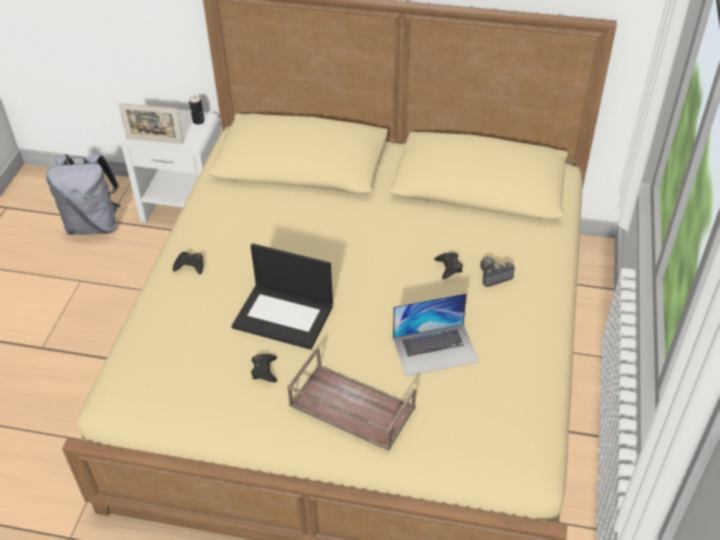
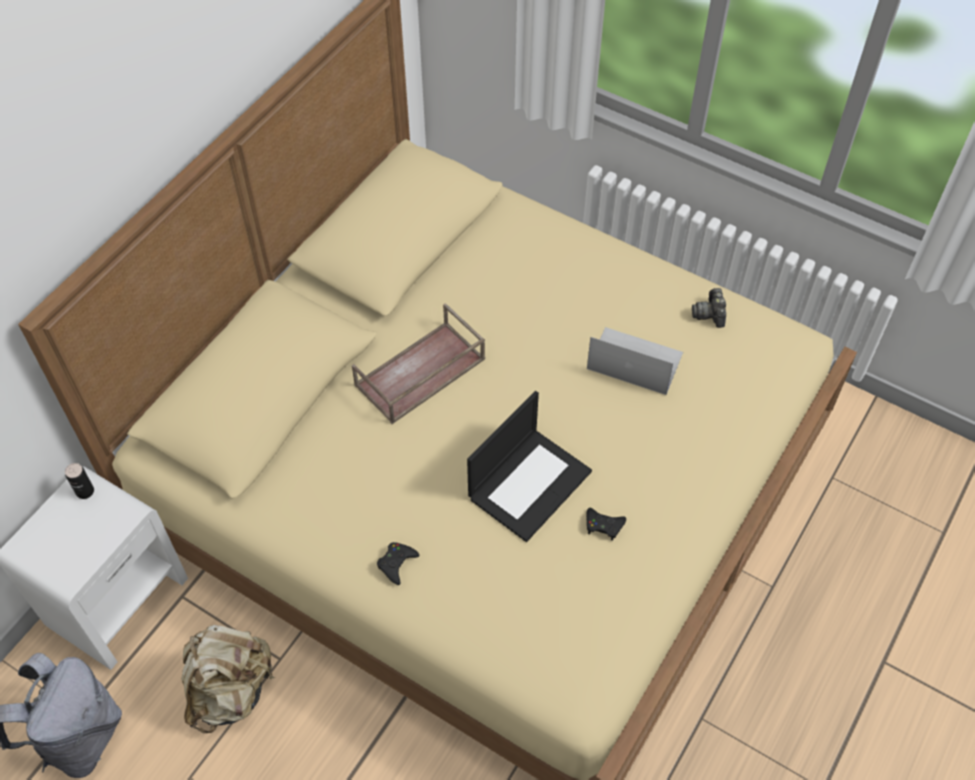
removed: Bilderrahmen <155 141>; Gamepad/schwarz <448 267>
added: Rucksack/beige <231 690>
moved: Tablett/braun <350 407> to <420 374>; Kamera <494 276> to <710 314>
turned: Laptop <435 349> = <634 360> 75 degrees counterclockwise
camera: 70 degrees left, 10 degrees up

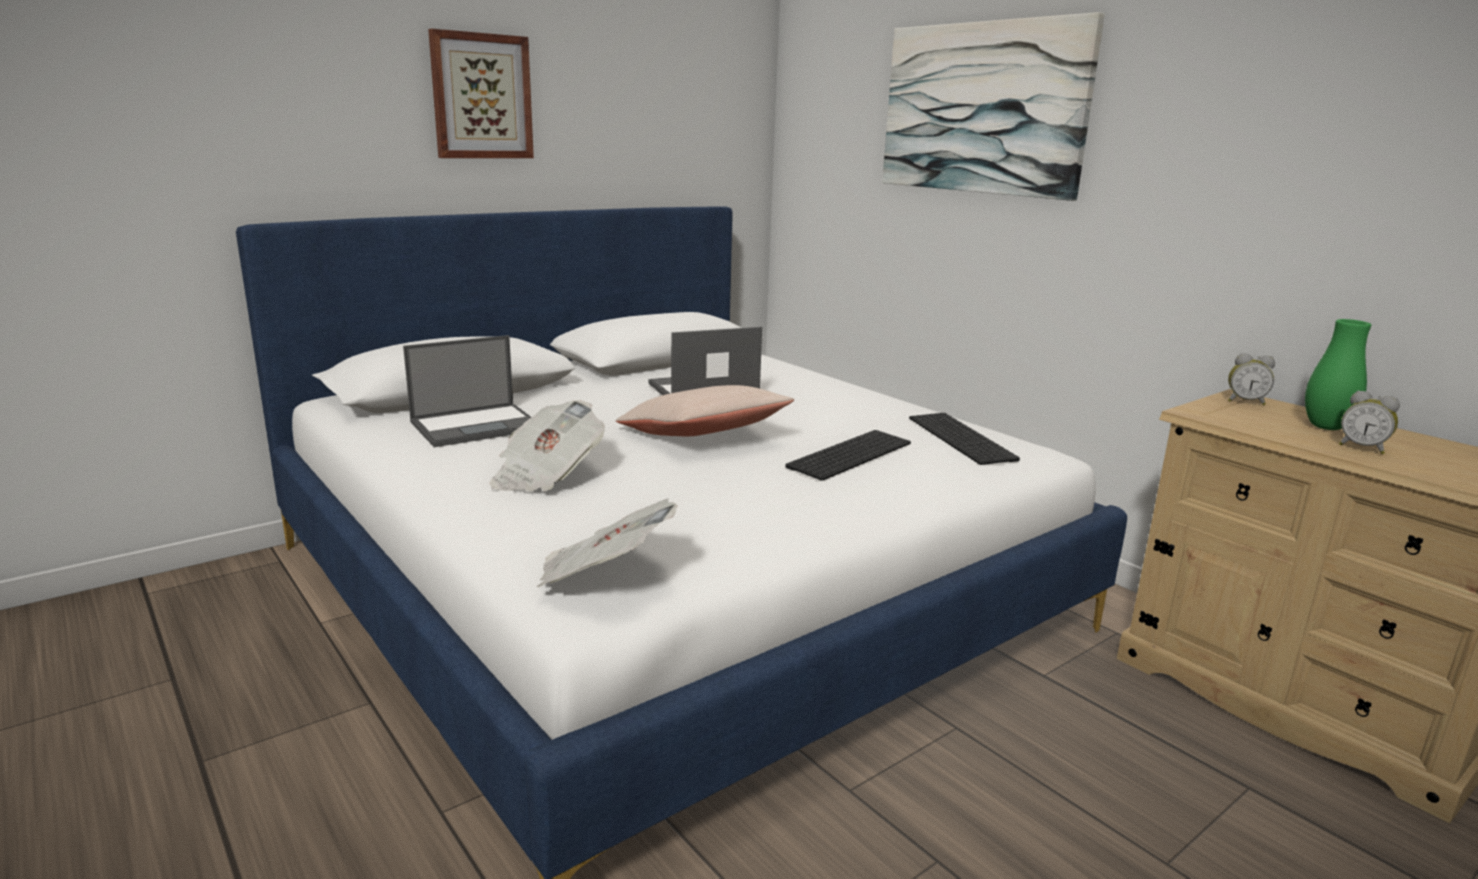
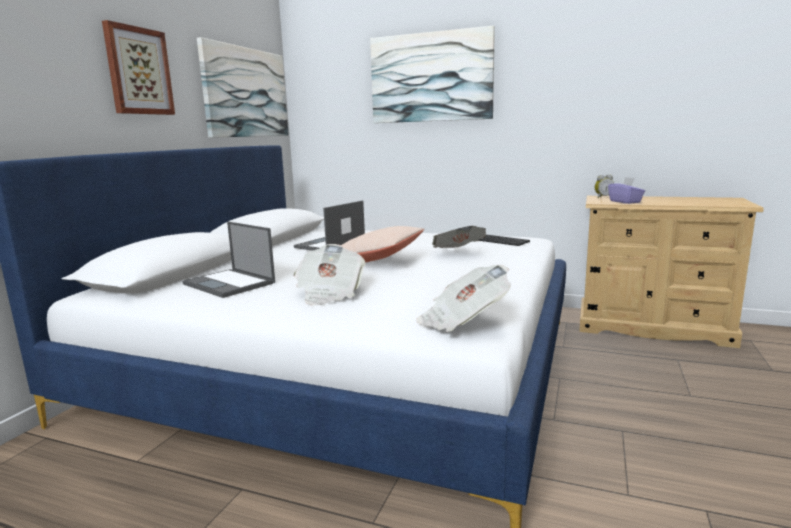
removed: Vase/grün <1326 427>; Wecker <1362 448>
added: Bild <246 93>; Taschentuchbox/lila <625 202>
replaced: Tastatur <849 453> to Zeitung <458 253>
turned: Laptop <477 425> = <230 283> 105 degrees clockwise
camera: 30 degrees left, 5 degrees down

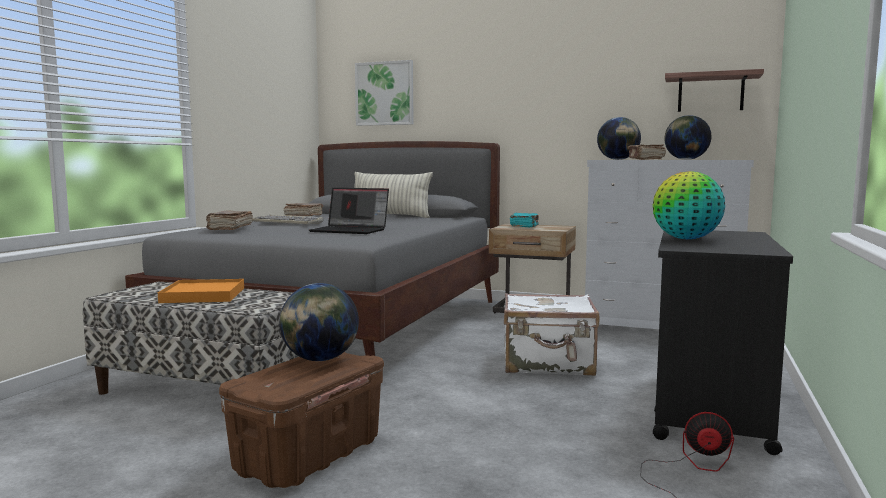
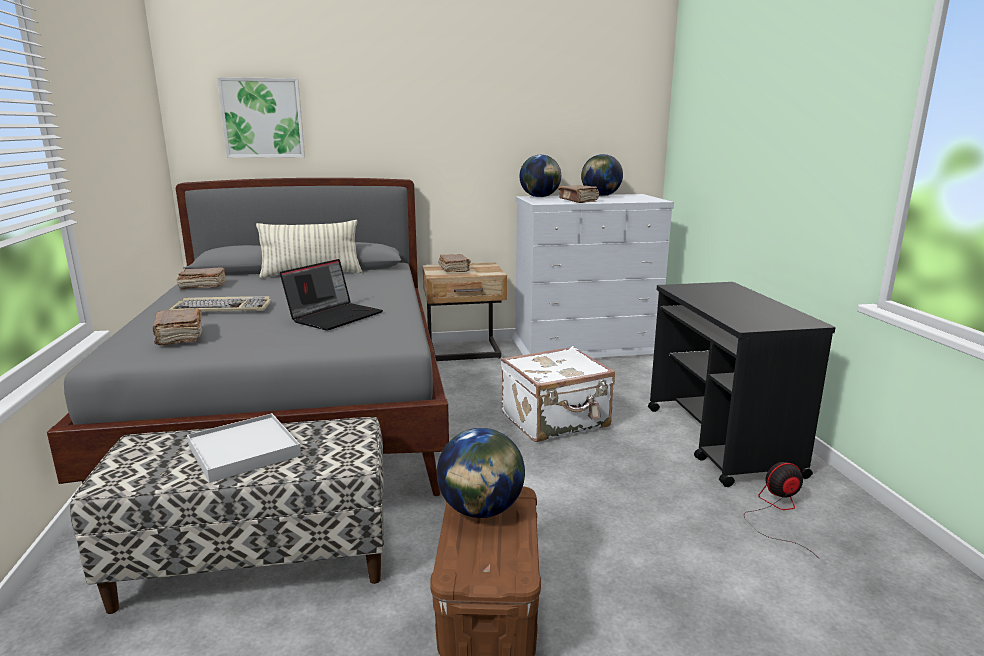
removed: Globus <686 239>; Wandregal <710 93>
recoloured: Tablett/orange <203 295> to Tablett/weiß <244 451>; Buch/türkis <524 227> to Buch/braun <454 270>
turned: Laptop <351 231> = <335 316> 45 degrees counterclockwise
camera: 30 degrees left, 10 degrees up

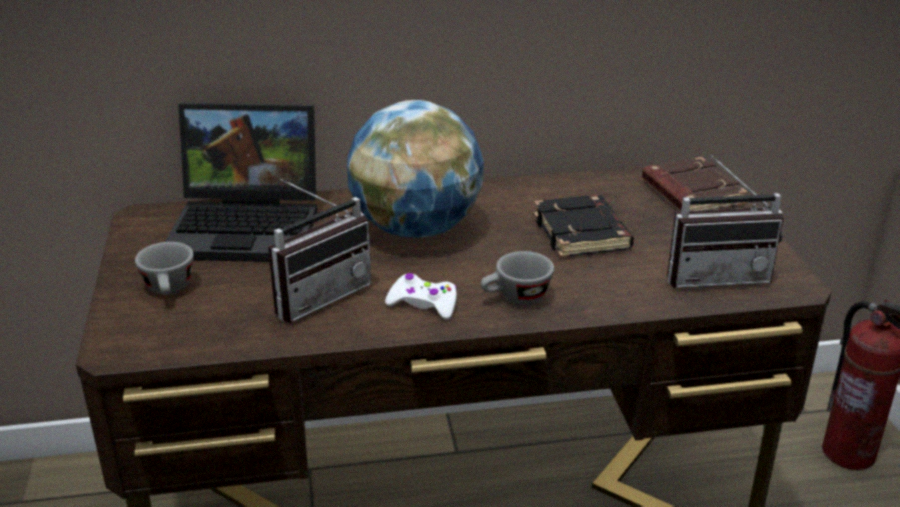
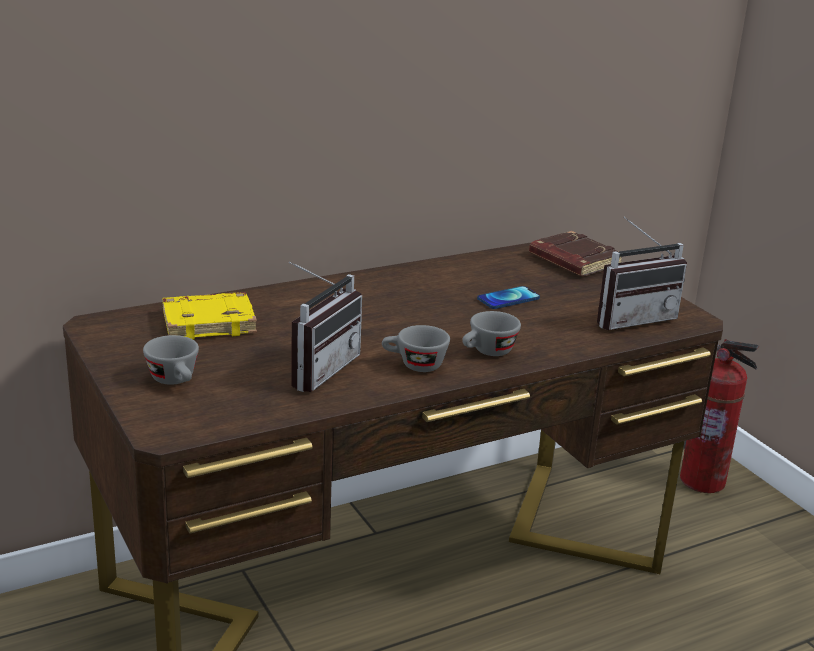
removed: Globus <416 229>
replaced: Laptop <250 226> to Buch/gelb <209 322>; Gamepad/weiß <423 304> to Tasse/grau <414 365>; Buch/schwarz <583 233> to Handy <508 299>
camera: 20 degrees left, 5 degrees down

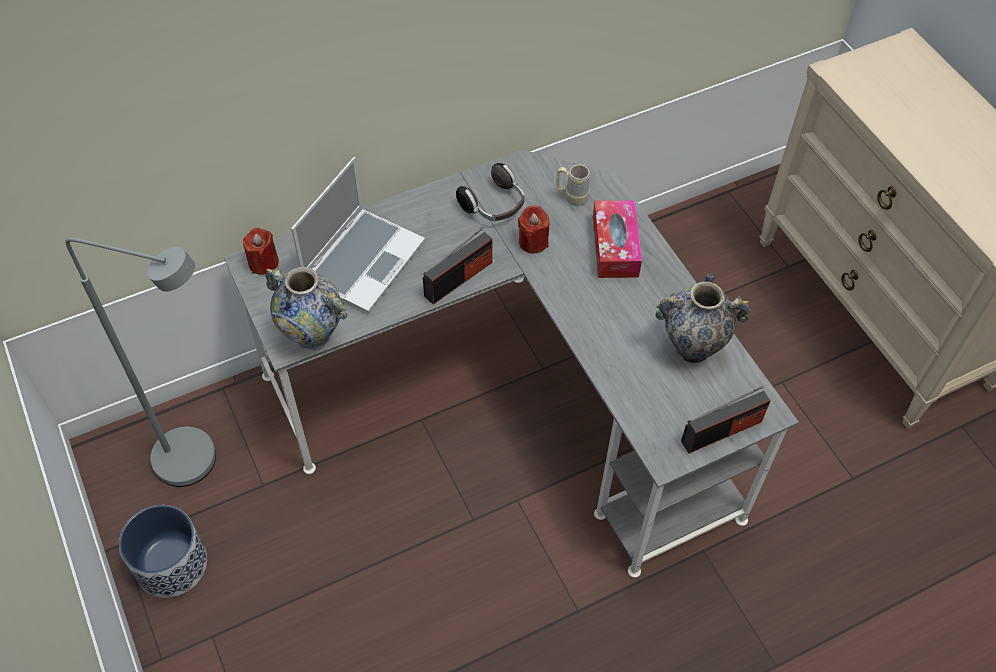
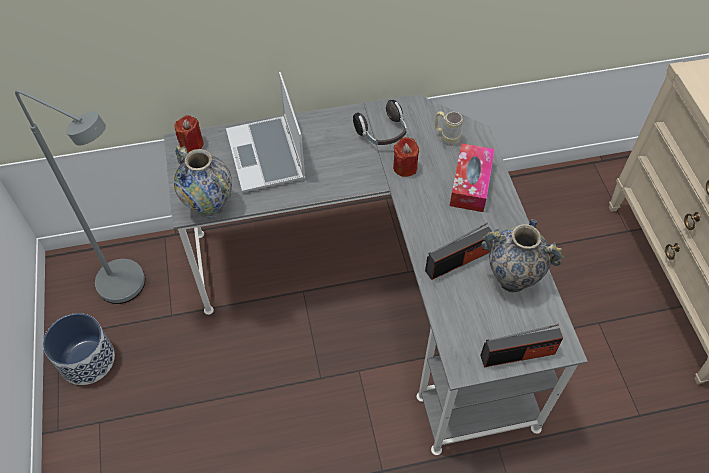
moved: Radio <458 279> to <457 261>
turned: Laptop <363 260> = <267 156> 120 degrees clockwise
camera: 15 degrees right, 0 degrees up

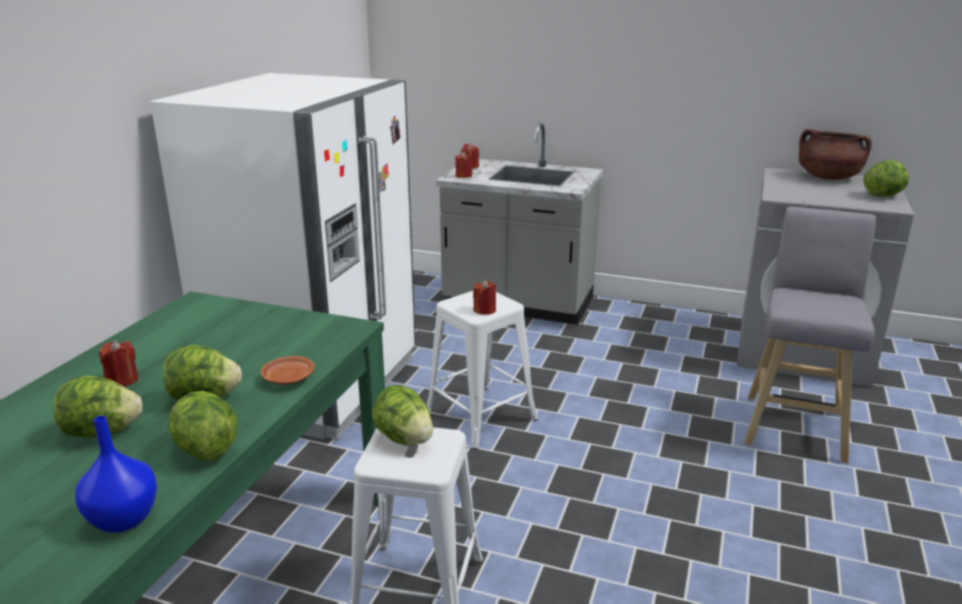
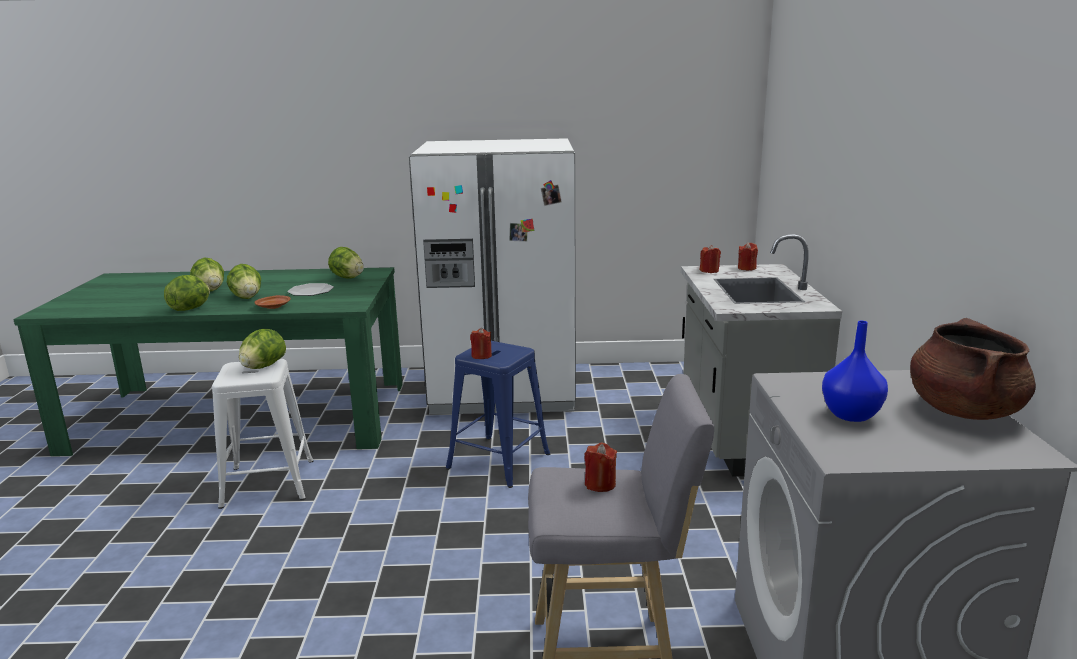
added: Teller <311 291>
moved: Vase/blau <124 518> to <852 414>; Kerze/rot <122 380> to <600 484>; Salatkopf <884 195> to <347 278>
recoloured: Hocker/weiß <480 416> to Hocker/blau <499 461>
camera: 70 degrees right, 5 degrees down

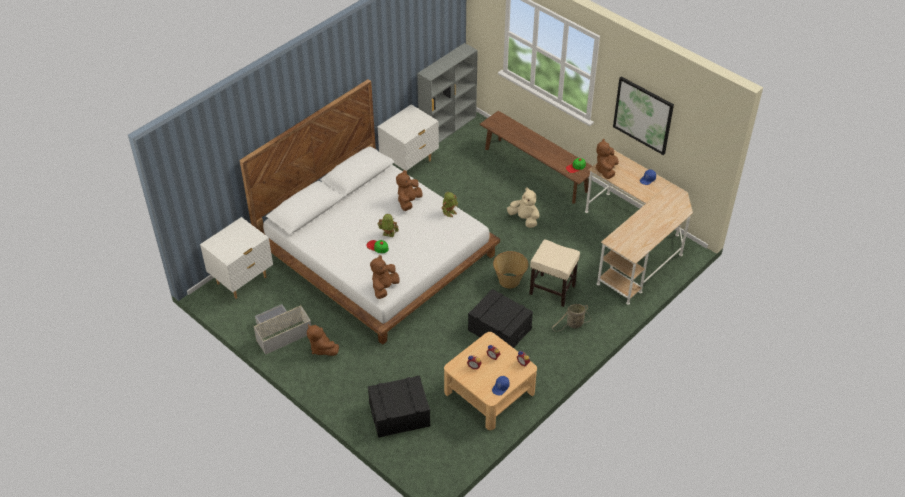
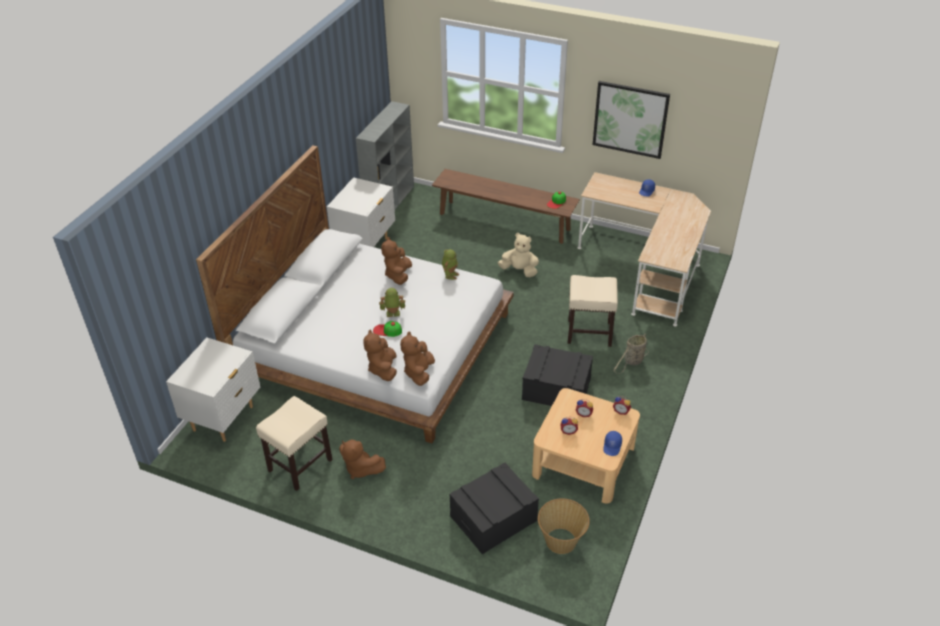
moved: Korb <509 280> to <561 540>; Plüschtier/braun <606 170> to <383 369>
replaced: Aufbewahrungsbox/grau <280 333> to Hocker/beige <299 466>
camera: 20 degrees left, 5 degrees down

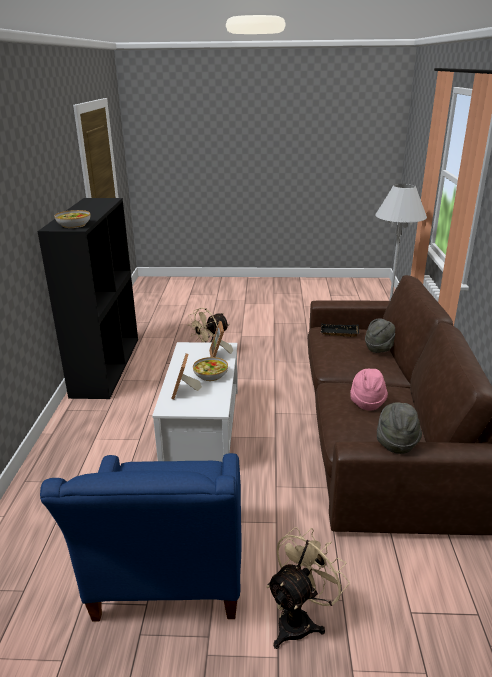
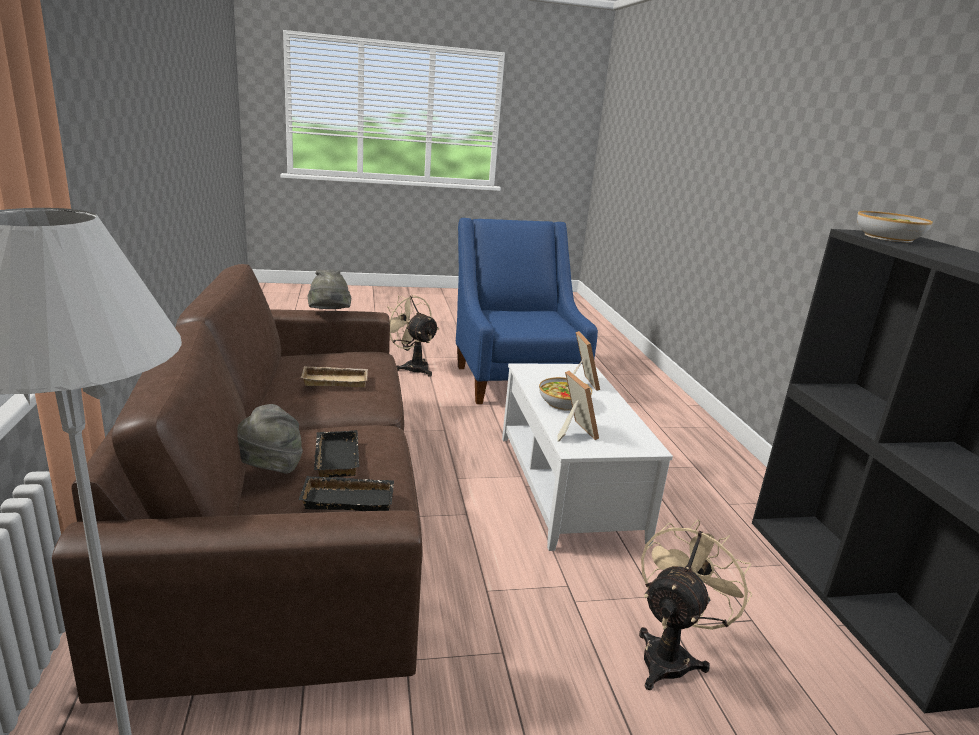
added: Tablett/schwarz <334 458>
replaced: Hut/rosa <367 402> to Tablett/beige <336 380>
turned: Ventilator/beige <300 619> = <412 367> 105 degrees clockwise
camera: 165 degrees right, 5 degrees down

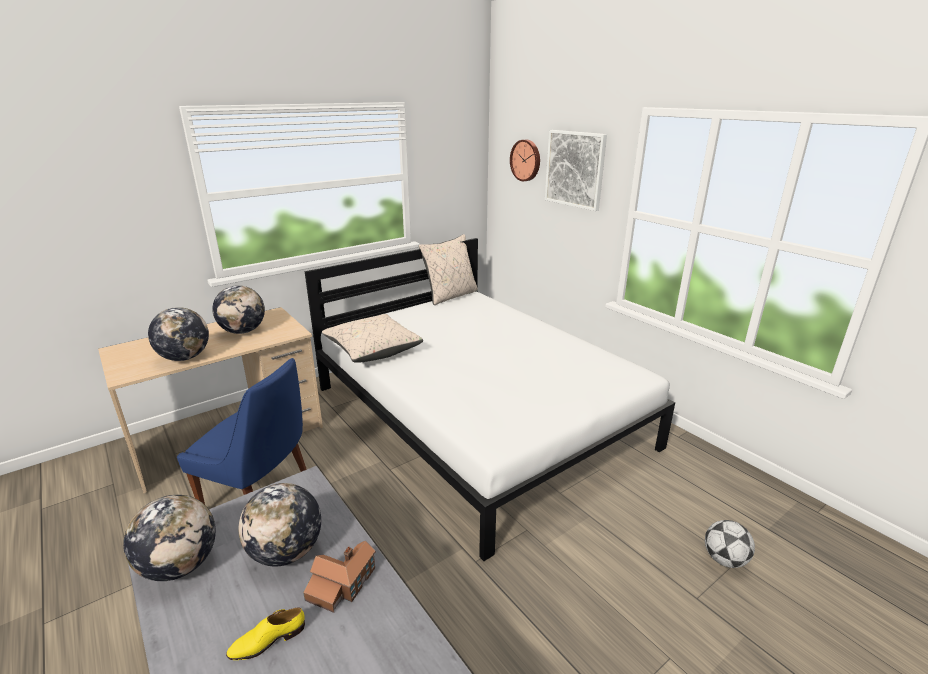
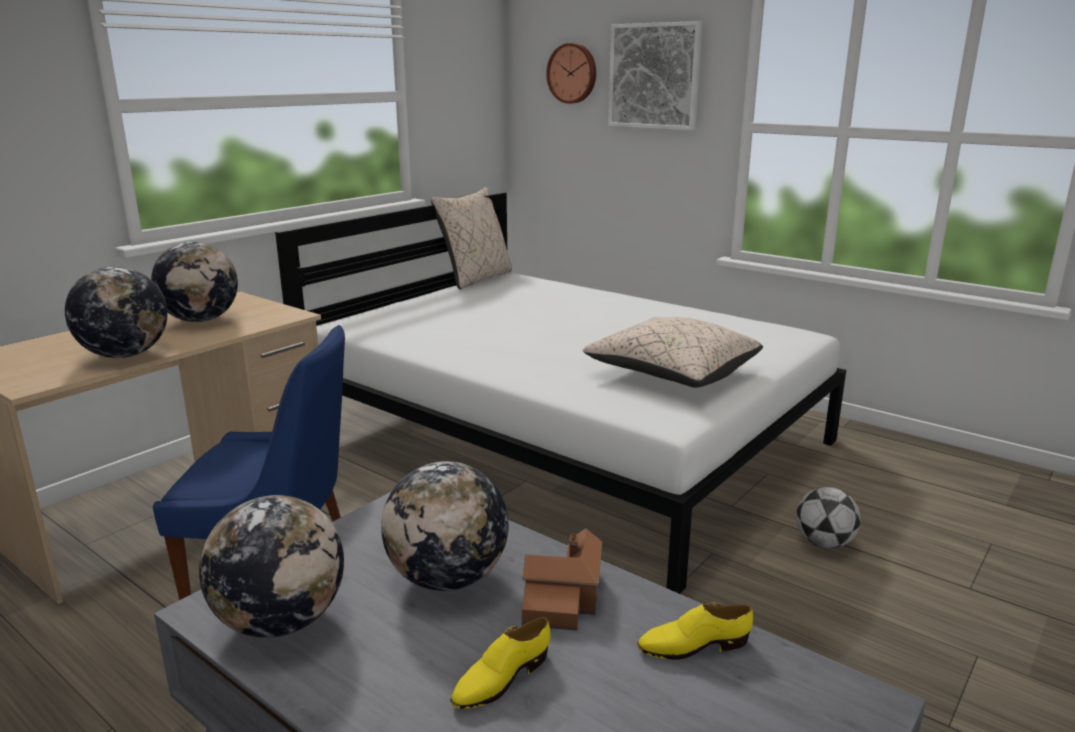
added: Schuh/gelb <693 645>
moved: Kissen/beige <373 350> to <672 374>; Fußball <724 559> to <824 543>
camera: 15 degrees left, 5 degrees down

